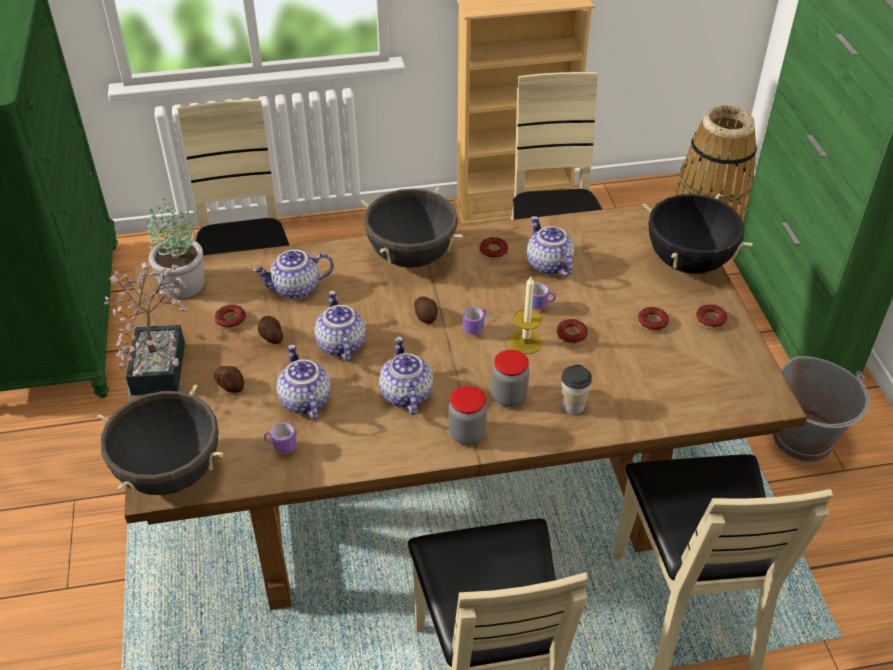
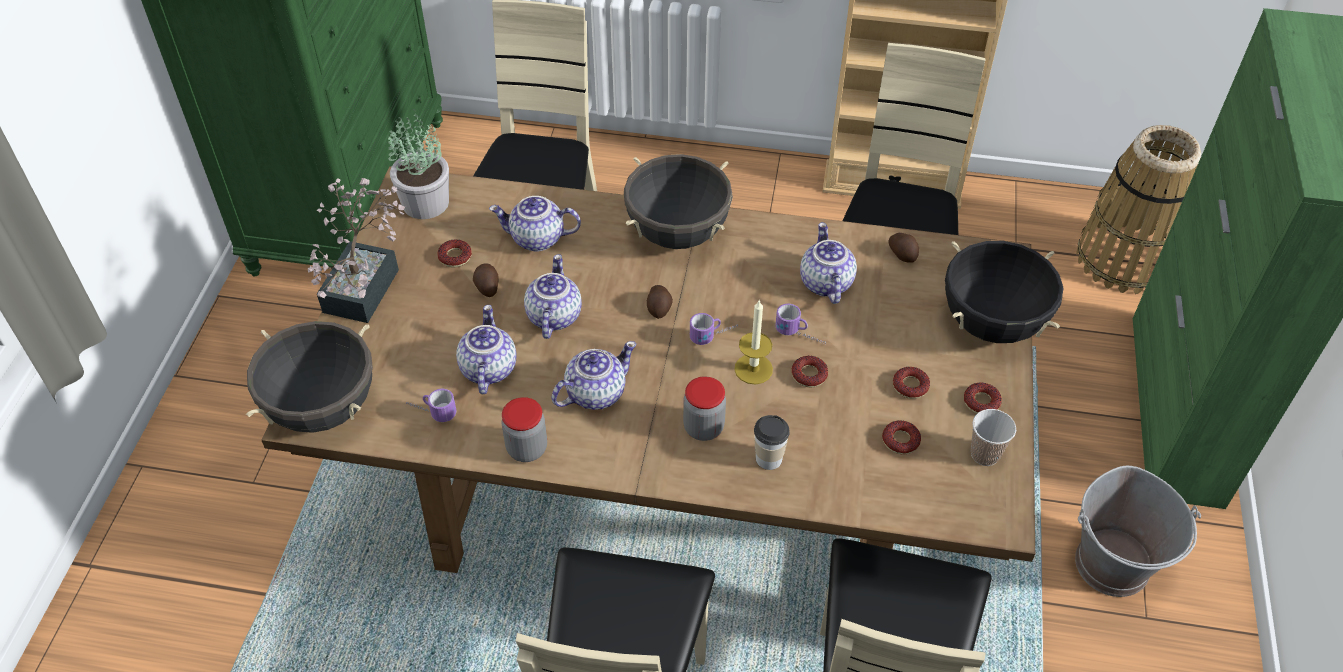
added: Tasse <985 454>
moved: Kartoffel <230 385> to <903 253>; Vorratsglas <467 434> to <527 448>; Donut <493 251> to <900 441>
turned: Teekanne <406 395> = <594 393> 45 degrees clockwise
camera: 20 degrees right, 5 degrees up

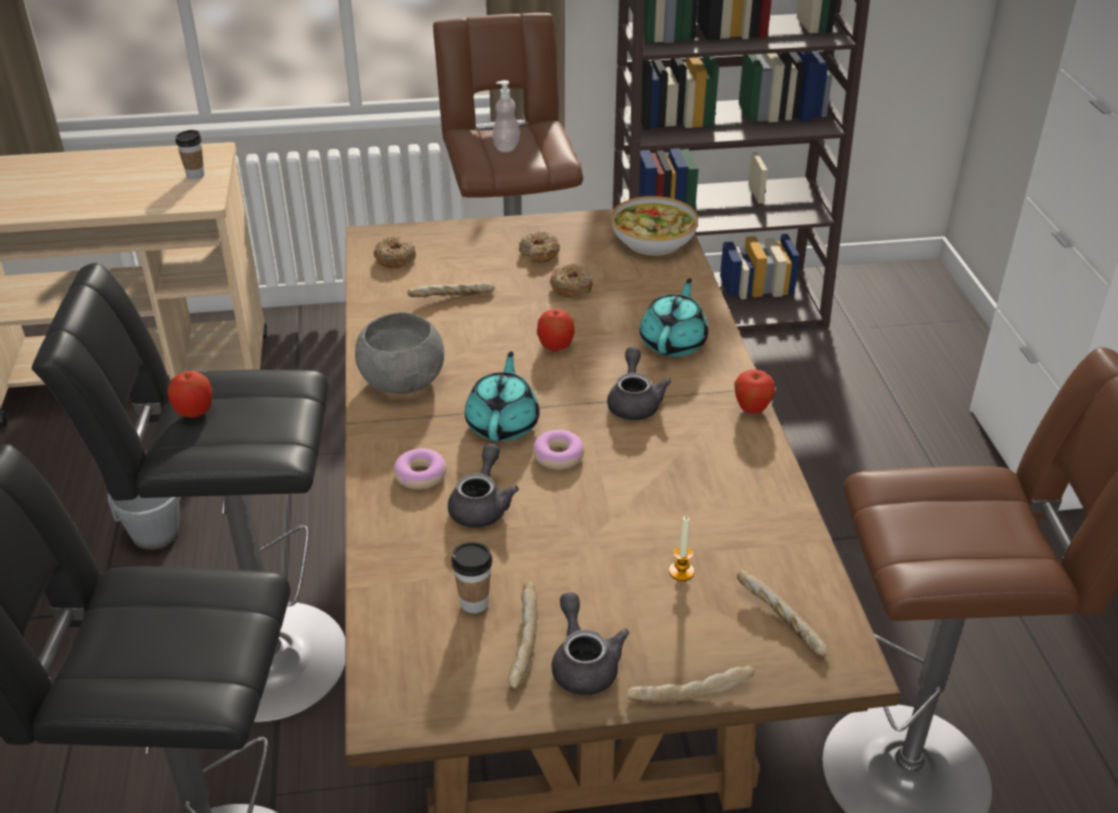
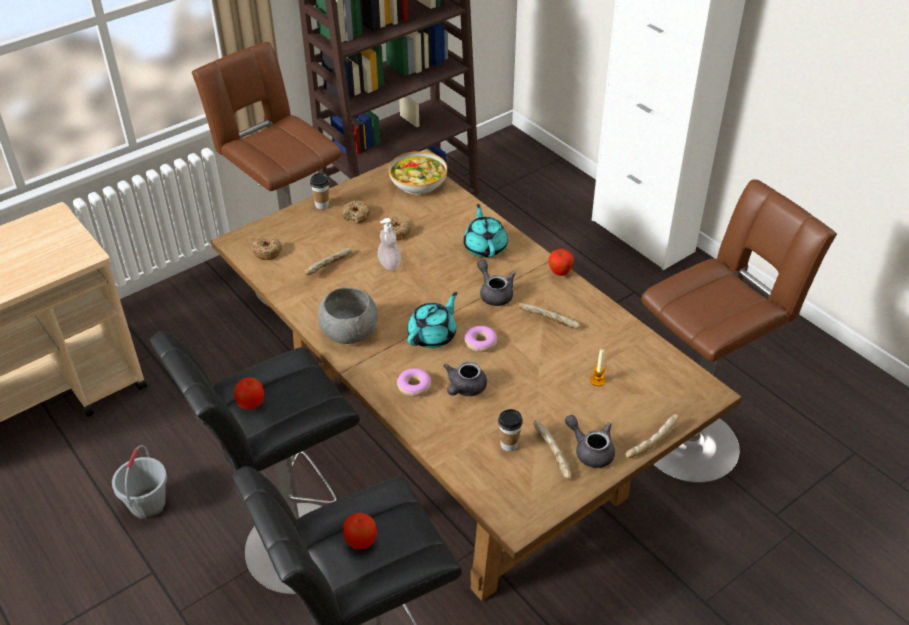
moved: Tasse <195 175> to <322 205>; Seifenspender <506 147> to <389 264>; Apfel <555 346> to <361 541>; Brot <779 622> to <549 321>
turned: Teekanne/grau <482 505> = <464 389> 135 degrees counterclockwise; Teekanne/türkis <503 423> = <433 335> 60 degrees clockwise
camera: 30 degrees left, 5 degrees up

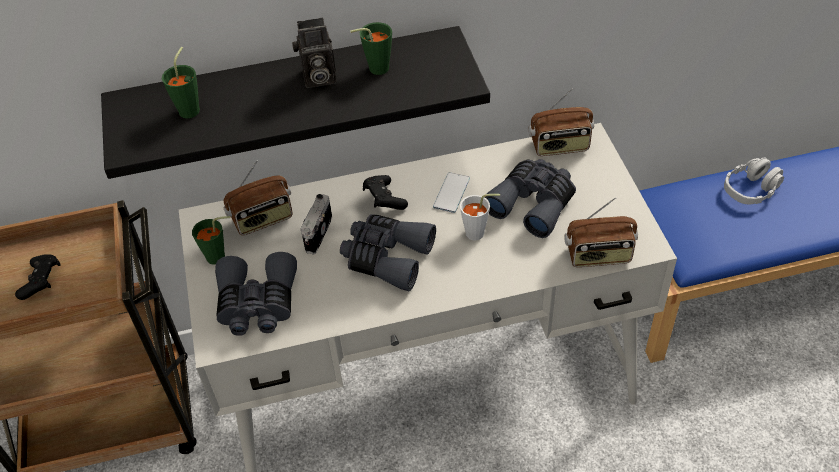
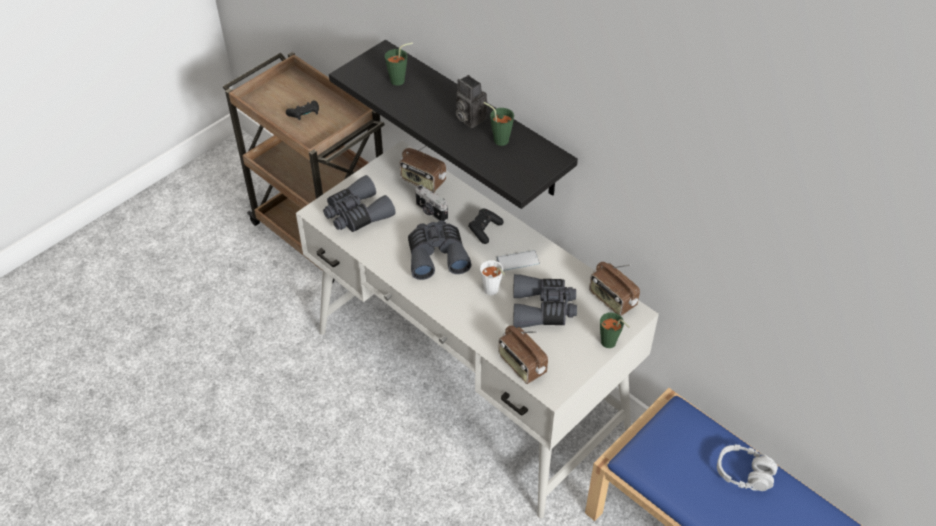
moved: Tasse/grün <220 257> to <610 344>
turned: Kamera <317 233> = <431 212> 120 degrees counterclockwise
camera: 55 degrees right, 0 degrees up

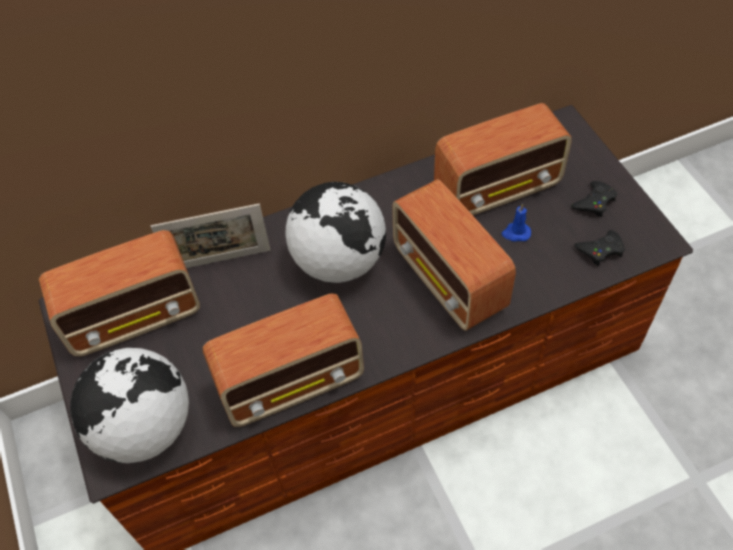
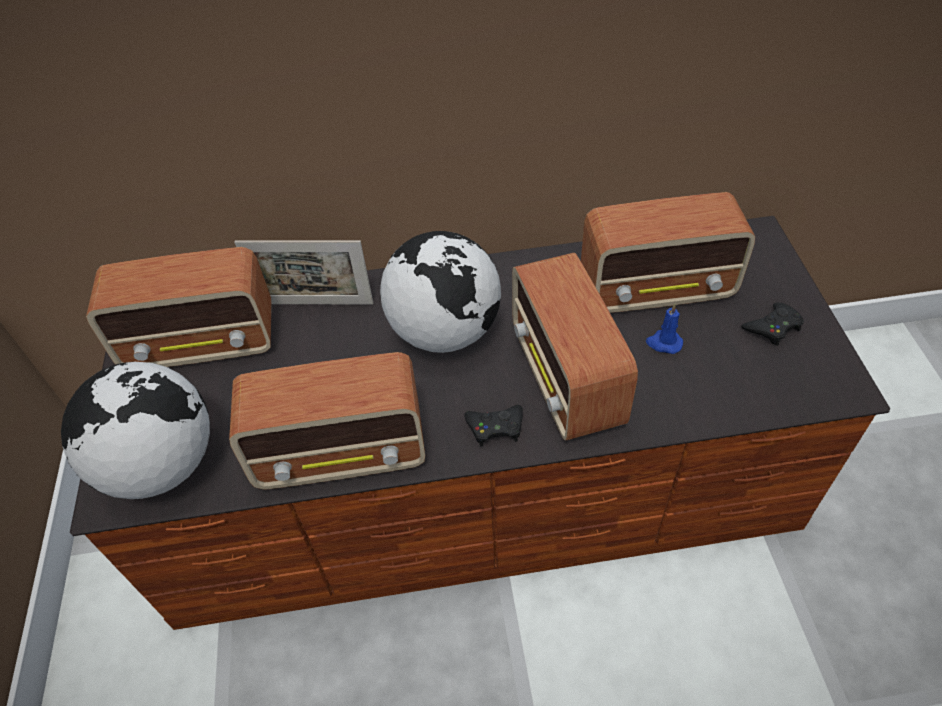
moved: Gamepad/schwarz <600 250> to <495 427>
camera: 15 degrees right, 5 degrees down

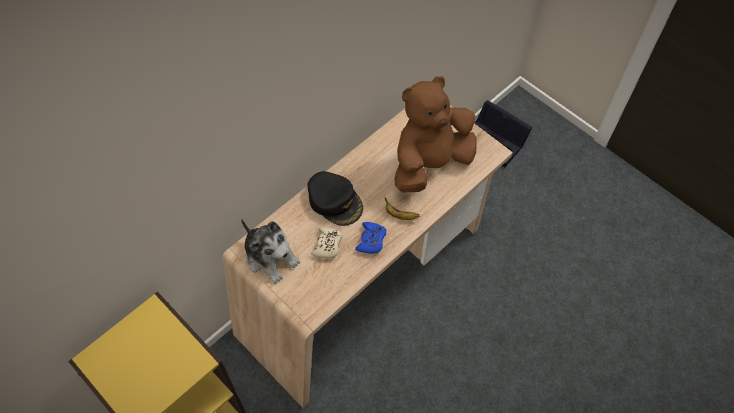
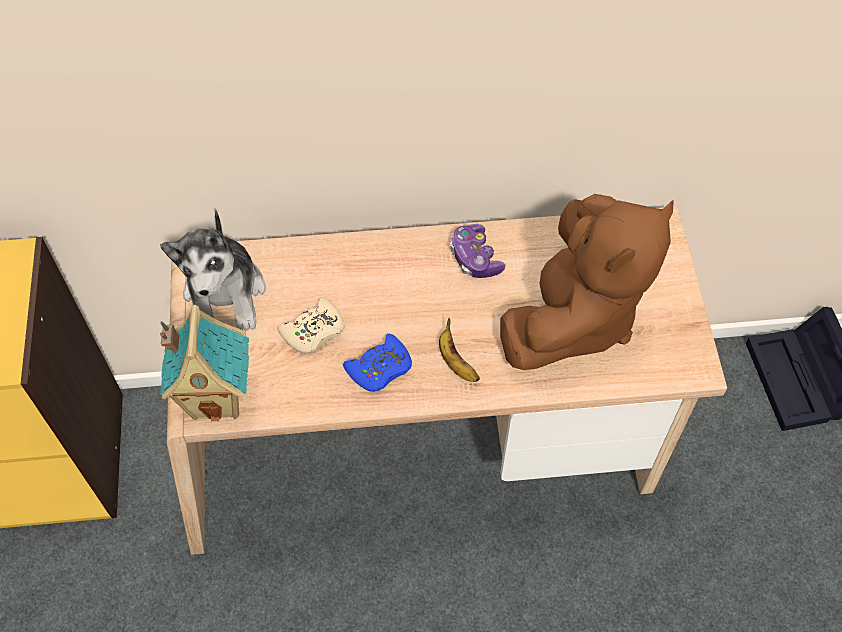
removed: Kappe/schwarz <335 201>
added: Spielzeughaus <218 397>; Gamepad <475 258>
turned: Plüschtier/braun <430 163> = <573 317> 120 degrees clockwise
camera: 40 degrees right, 0 degrees up

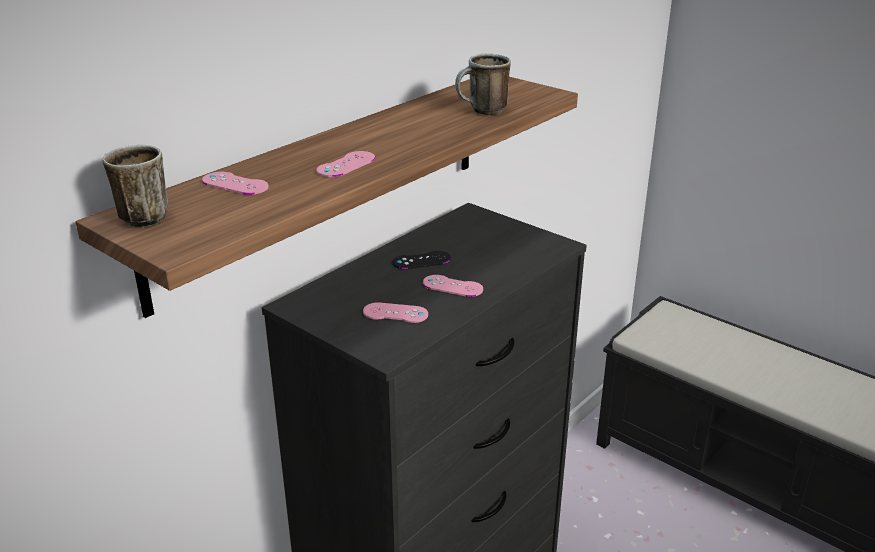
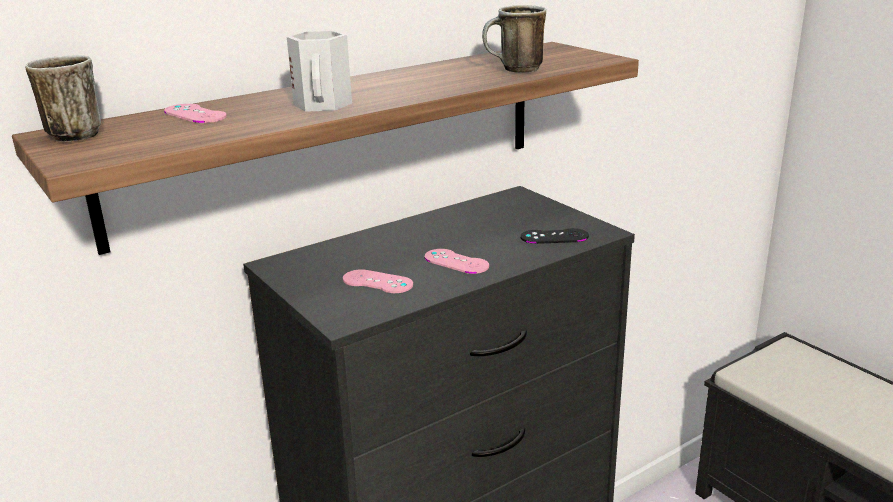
moved: Gamepad/schwarz <421 260> to <554 237>
replaced: Gamepad/rosa <346 164> to Henkelbecher/weiß <324 105>
camera: 15 degrees right, 5 degrees down

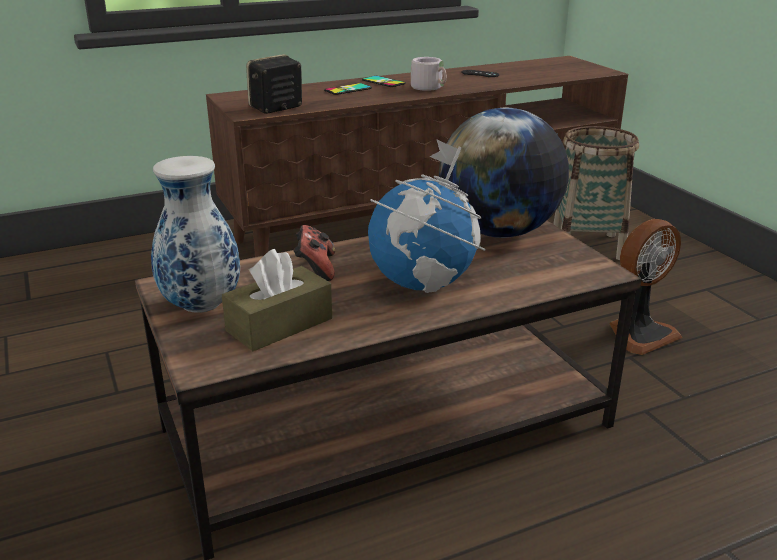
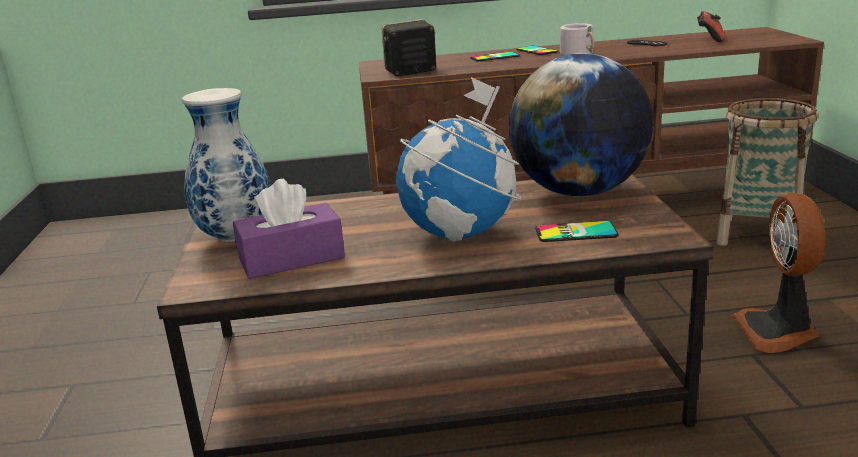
added: Handy <576 232>
moved: Gamepad <315 268> to <709 39>
recoloured: Taschentuchbox/braun <279 325> to Taschentuchbox/lila <291 258>
turned: Ventilator <639 333> = <778 331> 105 degrees clockwise
camera: 20 degrees right, 5 degrees down

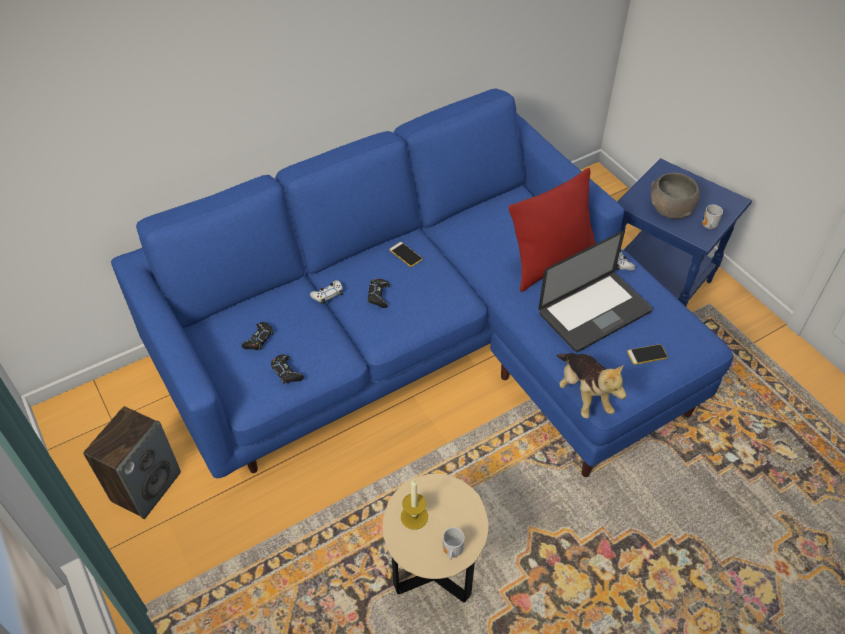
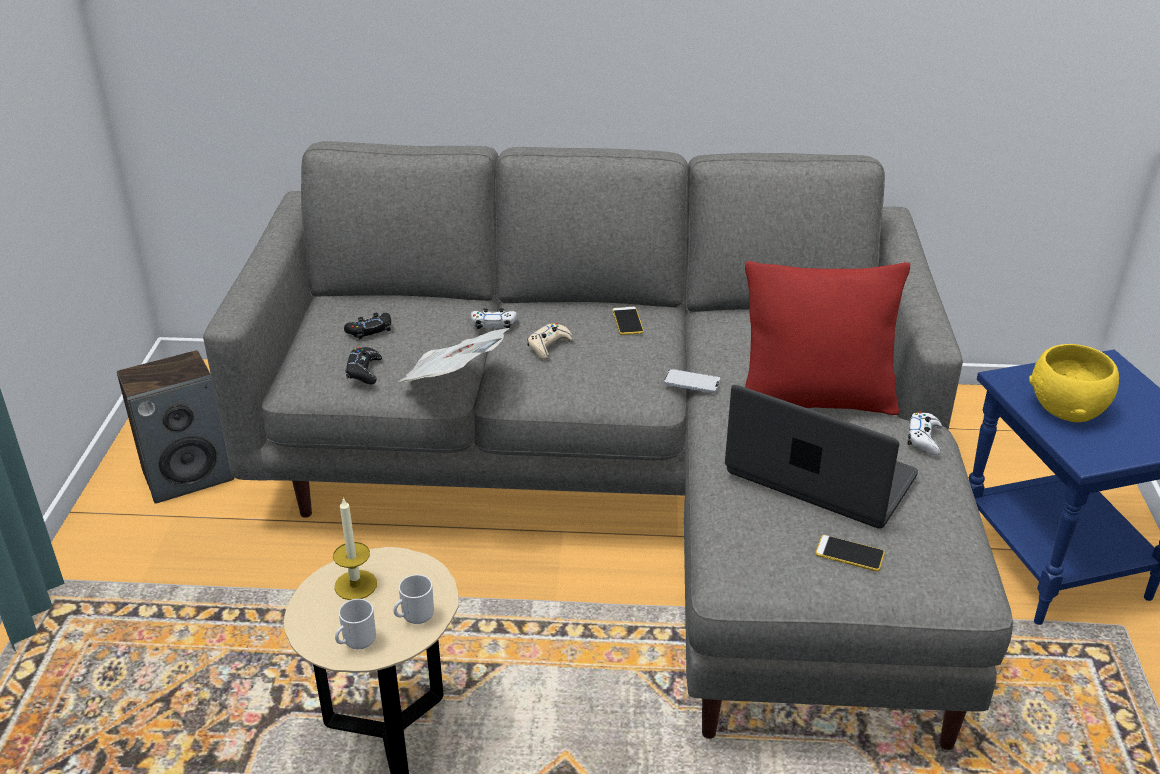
removed: Plüschtier <583 394>
added: Zeitung <455 380>; Handy <692 382>
moved: Henkelbecher <707 227> to <415 618>
recoloured: Sofa/blau <427 350> to Sofa/grau <629 493>; Gamepad/schwarz <379 296> to Gamepad/beige <549 346>; Schüssel/grau <670 210> to Schüssel/gelb <1066 408>
turned: Laptop <594 312> = <820 475> 150 degrees counterclockwise
camera: 35 degrees right, 15 degrees down

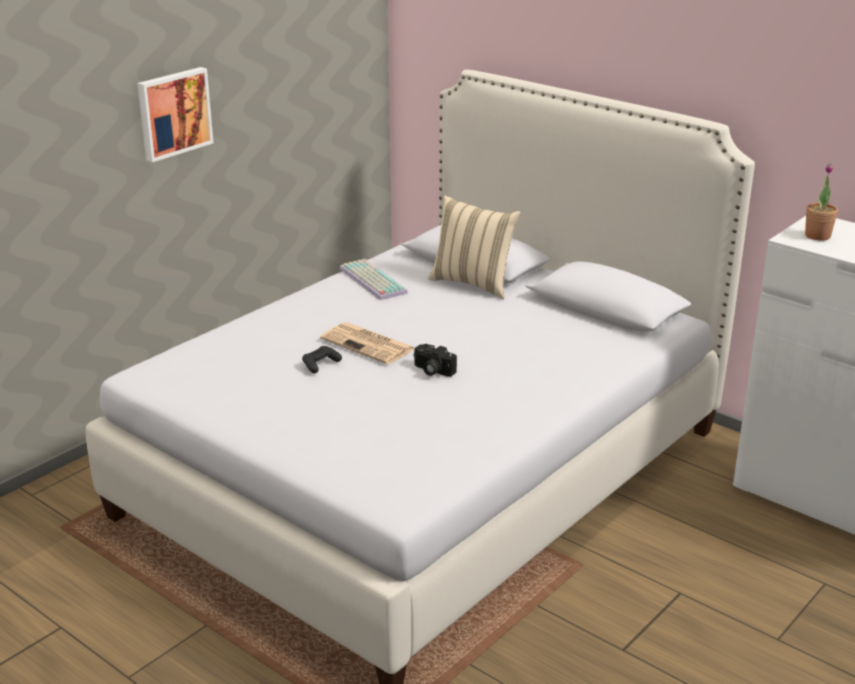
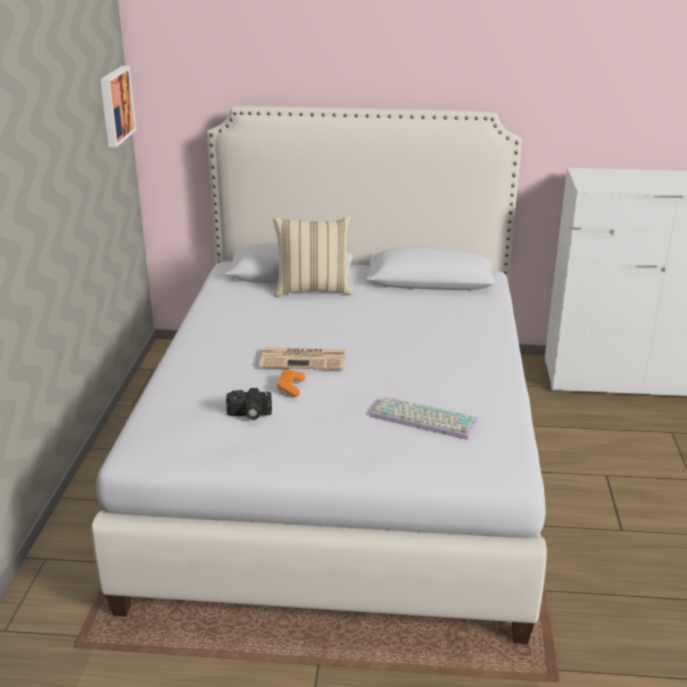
removed: Topfpflanze <817 236>
moved: Bild <173 113> to <115 105>; Tastatur <370 280> to <422 419>; Kamera <432 370> to <249 414>
recoloured: Gamepad/schwarz <320 364> to Gamepad/orange <291 388>
camera: 35 degrees left, 0 degrees up

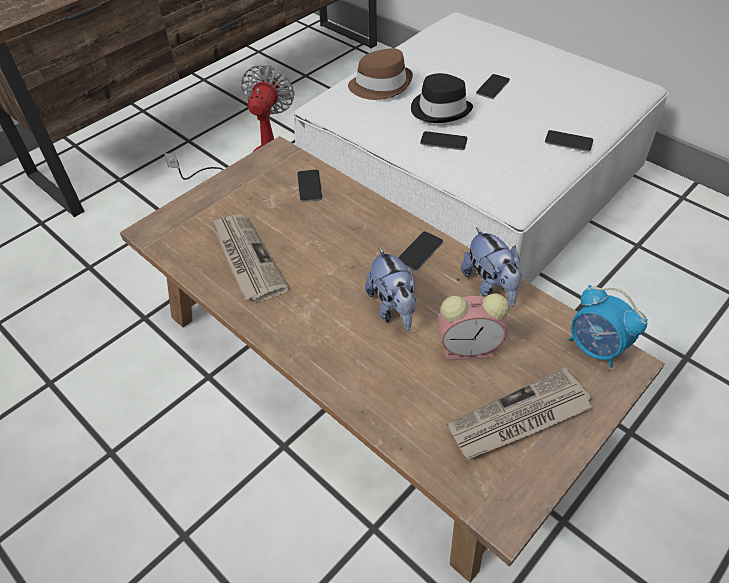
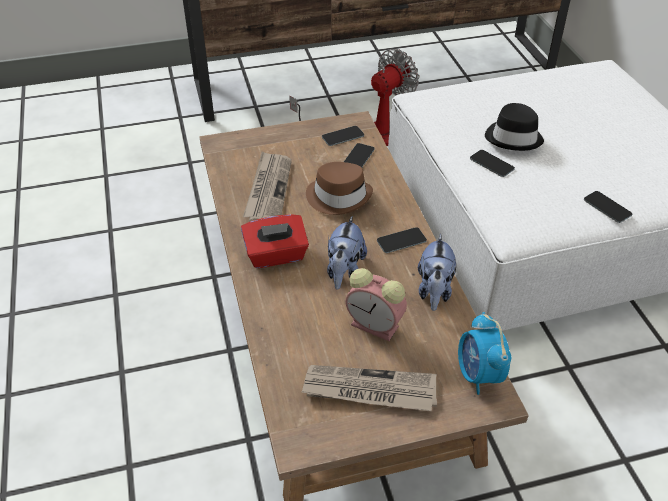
added: Taschentuchbox/rot <276 255>
moved: Hut/braun <381 85> to <339 197>; Handy <492 87> to <343 136>
camera: 30 degrees right, 5 degrees down

